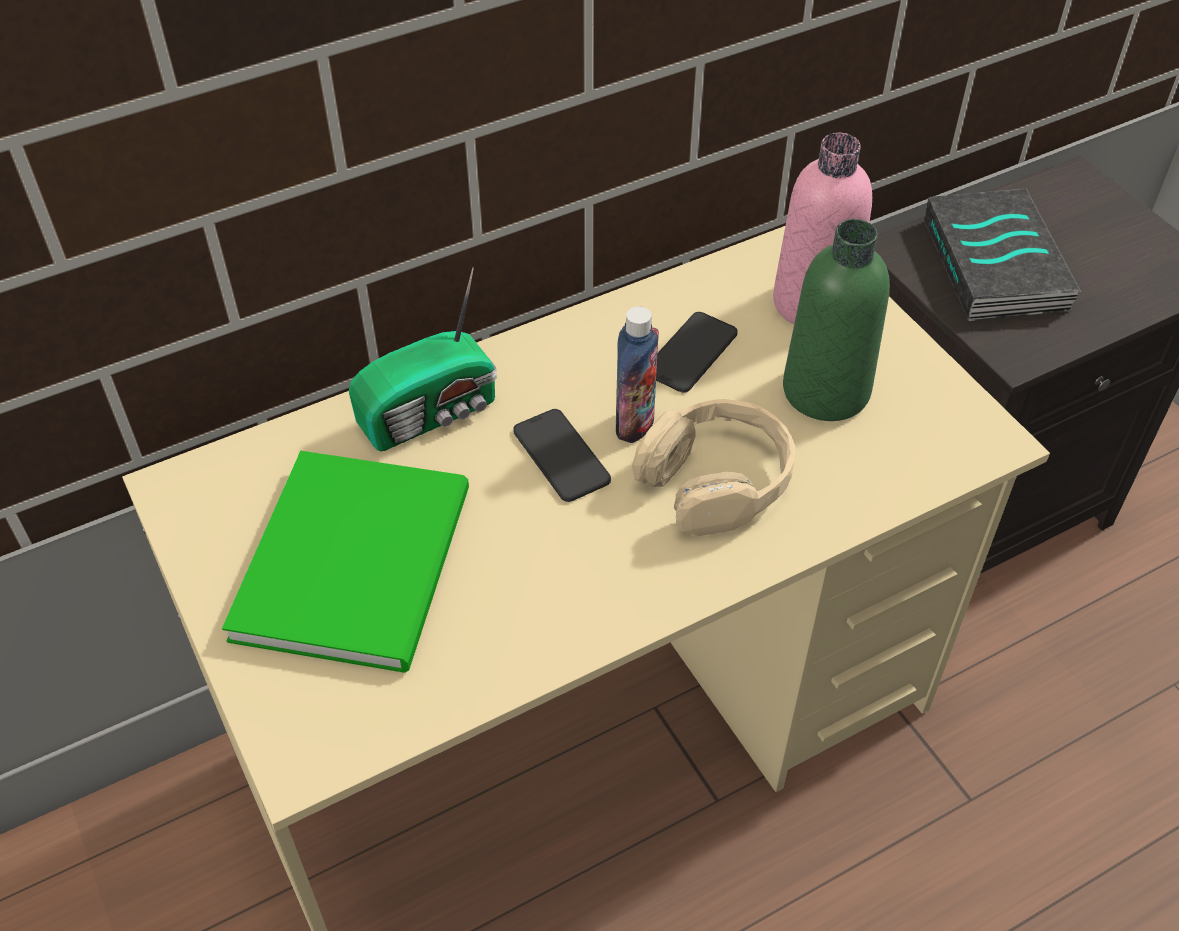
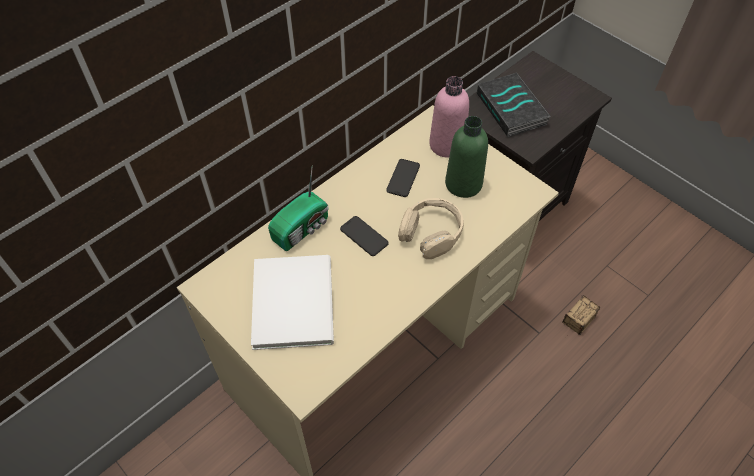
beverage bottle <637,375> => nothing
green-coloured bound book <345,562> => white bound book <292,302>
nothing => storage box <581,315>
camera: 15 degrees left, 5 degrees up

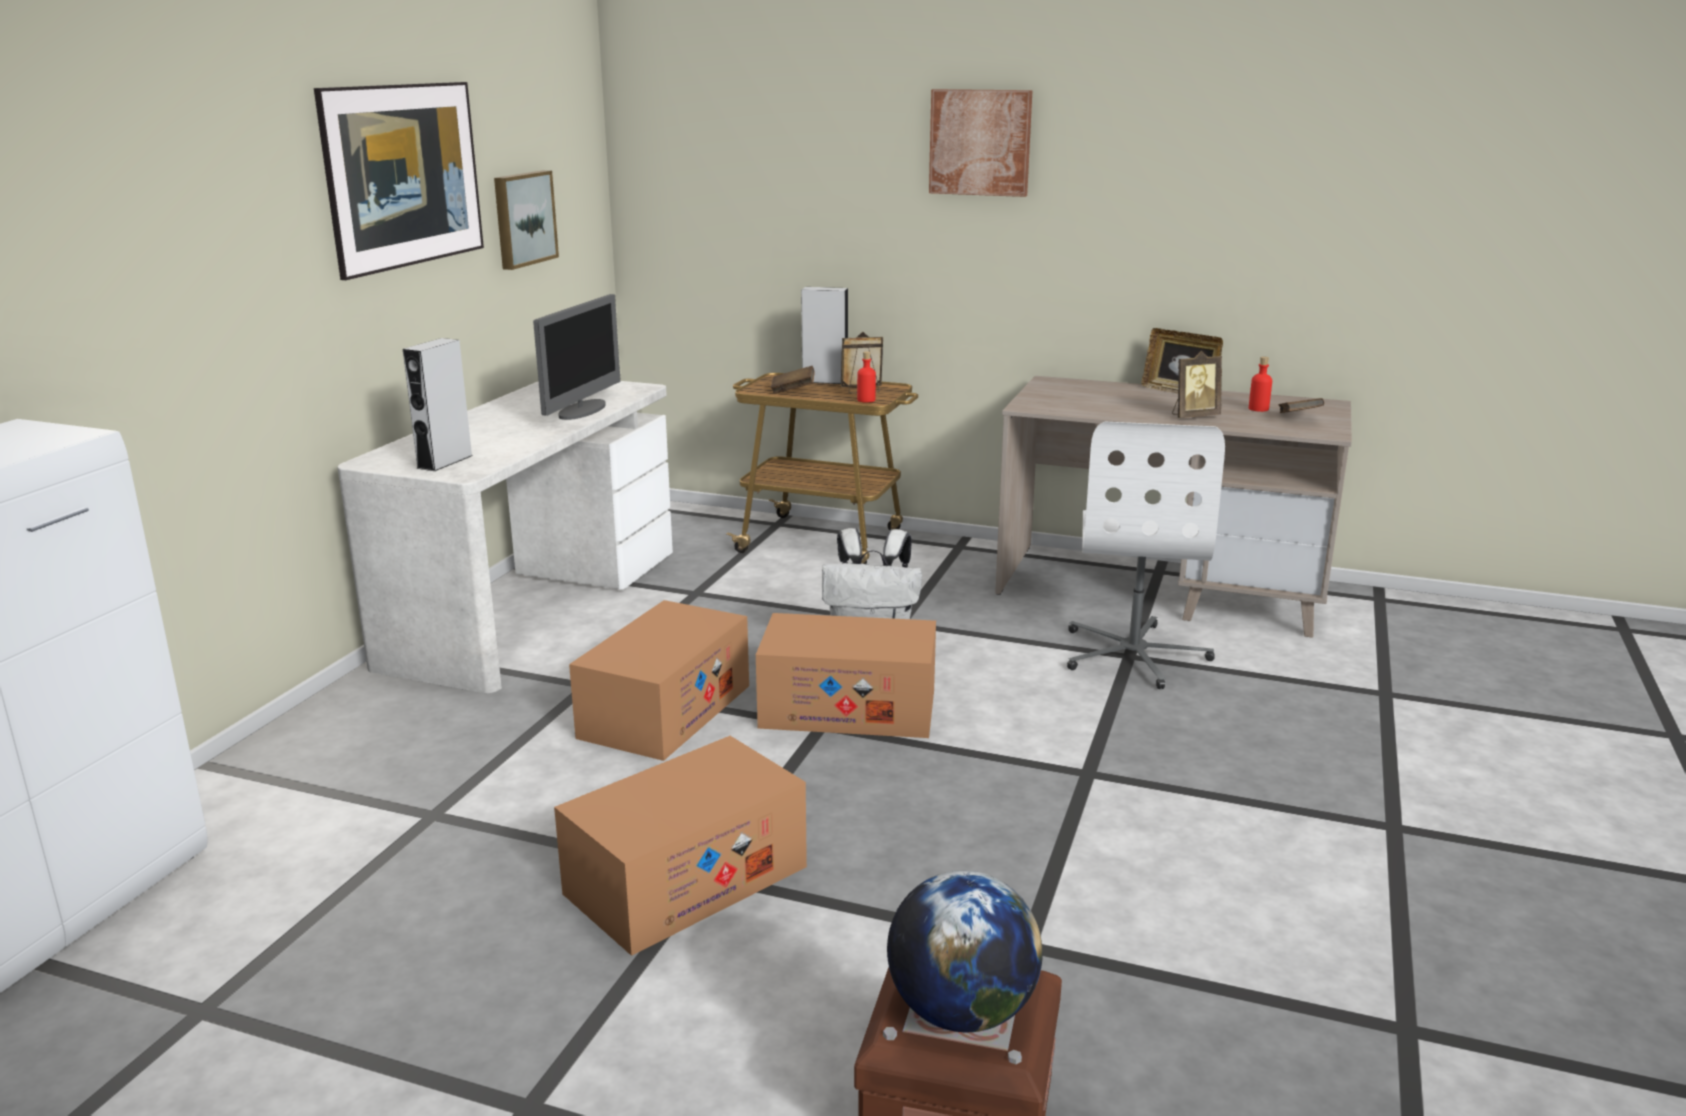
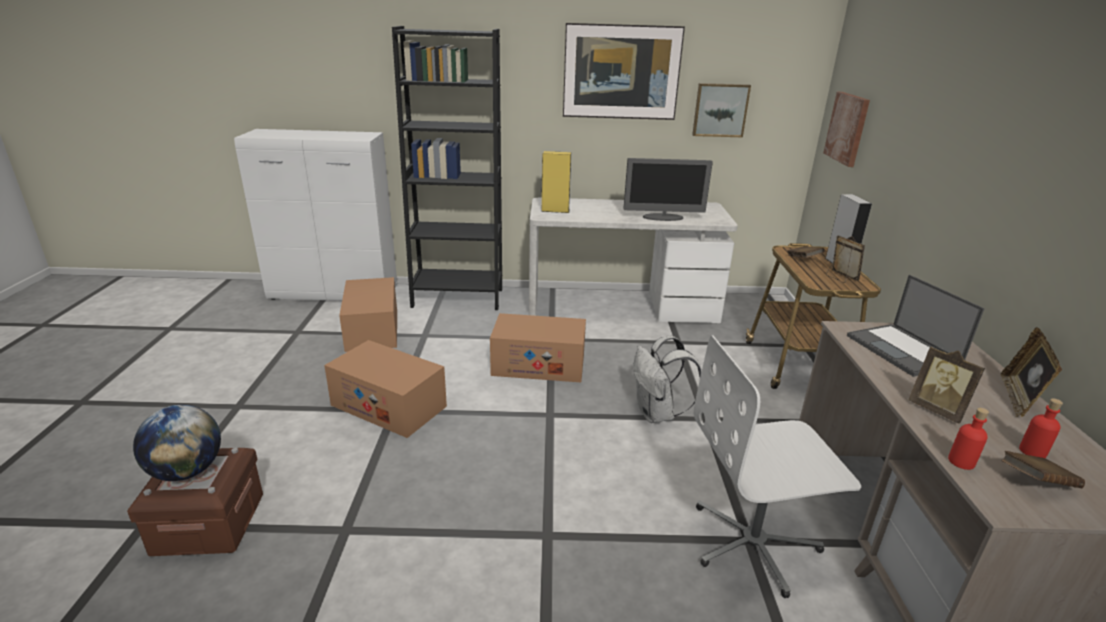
wall picture <981,143> => wall picture <846,129>, moved
gray audio speaker <437,404> => yellow-coloured audio speaker <556,182>
red beverage bottle <866,377> => red beverage bottle <968,439>, moved
carton <846,675> => carton <368,314>, moved
nothing => black bookshelf <447,168>
nothing => laptop <916,326>
camera: 70 degrees right, 5 degrees up

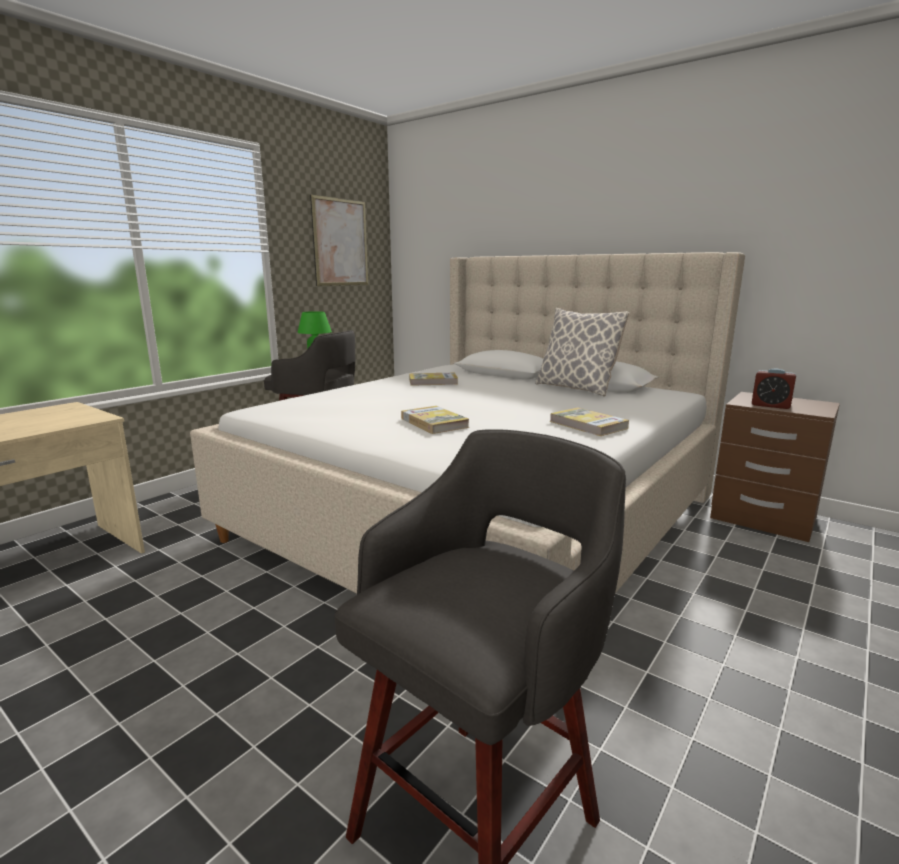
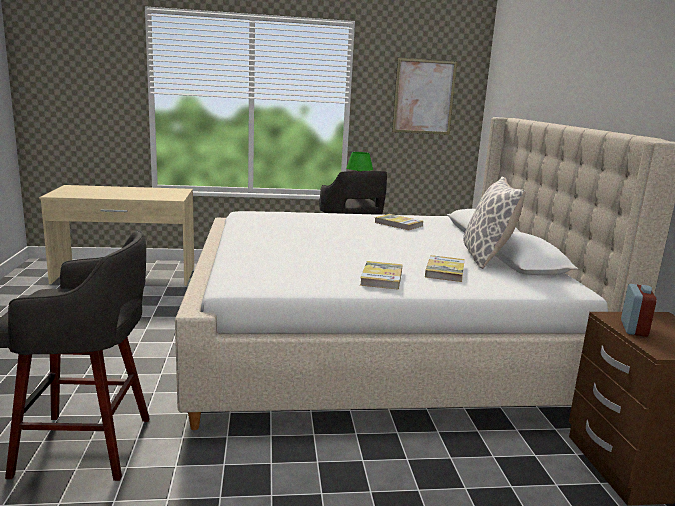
bedside clock <774,389> => bedside clock <639,310>, 150 degrees counterclockwise
bound book <435,420> => bound book <445,268>, moved
camera: 45 degrees right, 0 degrees up

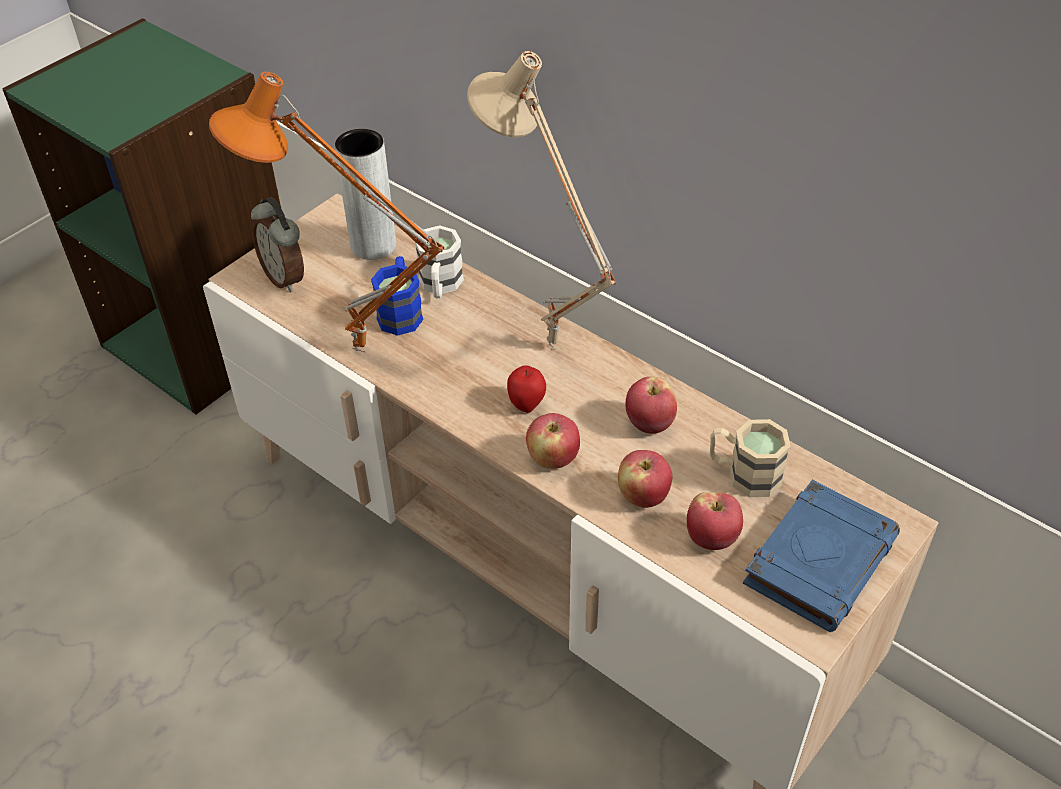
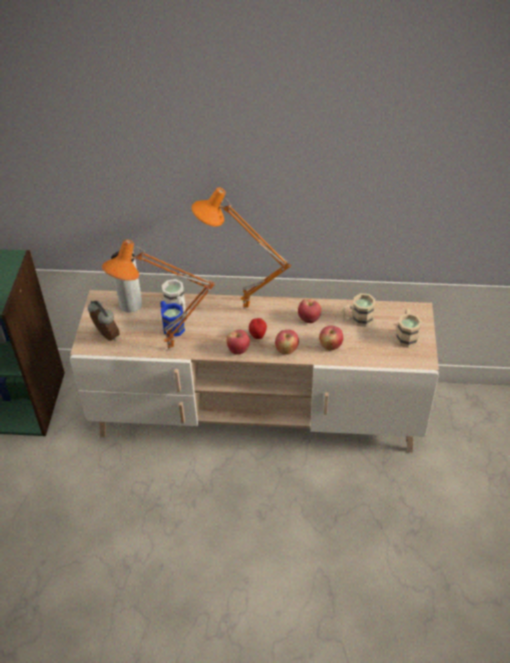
sand-coloured table lamp <541,200> => orange table lamp <241,248>
bedside clock <277,245> => bedside clock <104,321>, 150 degrees counterclockwise
bluish bound book <821,556> => sand-coloured mug <409,328>
apple <715,521> => apple <238,341>, moved
camera: 35 degrees left, 0 degrees up

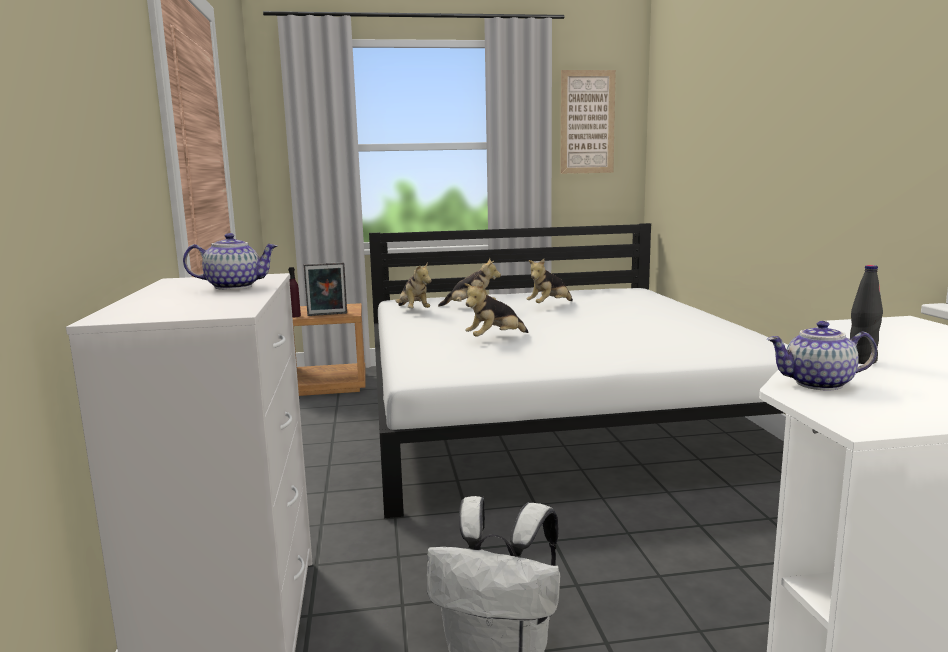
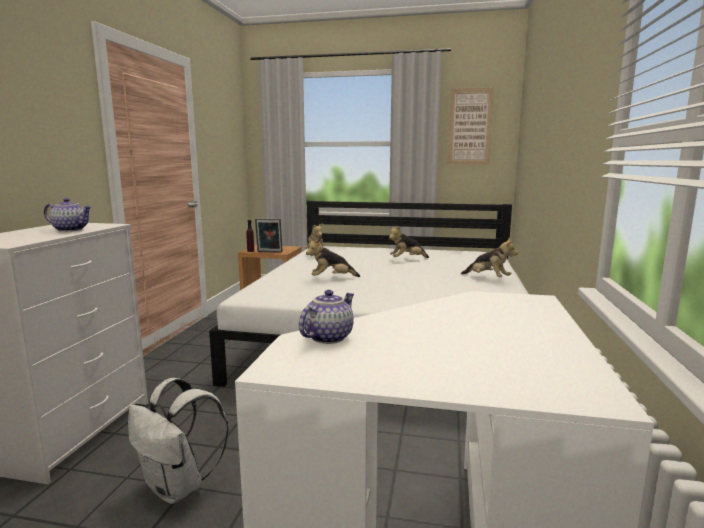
plush toy <469,282> => plush toy <489,257>, moved
black beverage bottle <866,314> => nothing
tea pot <822,355> => tea pot <326,317>, 105 degrees clockwise
camera: 20 degrees right, 0 degrees up

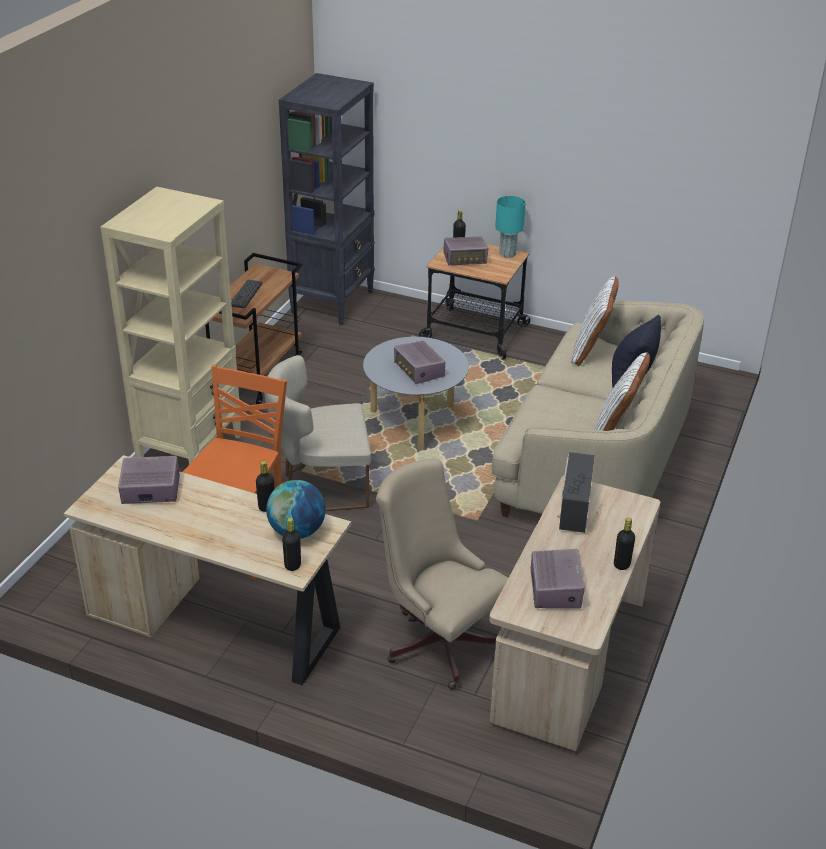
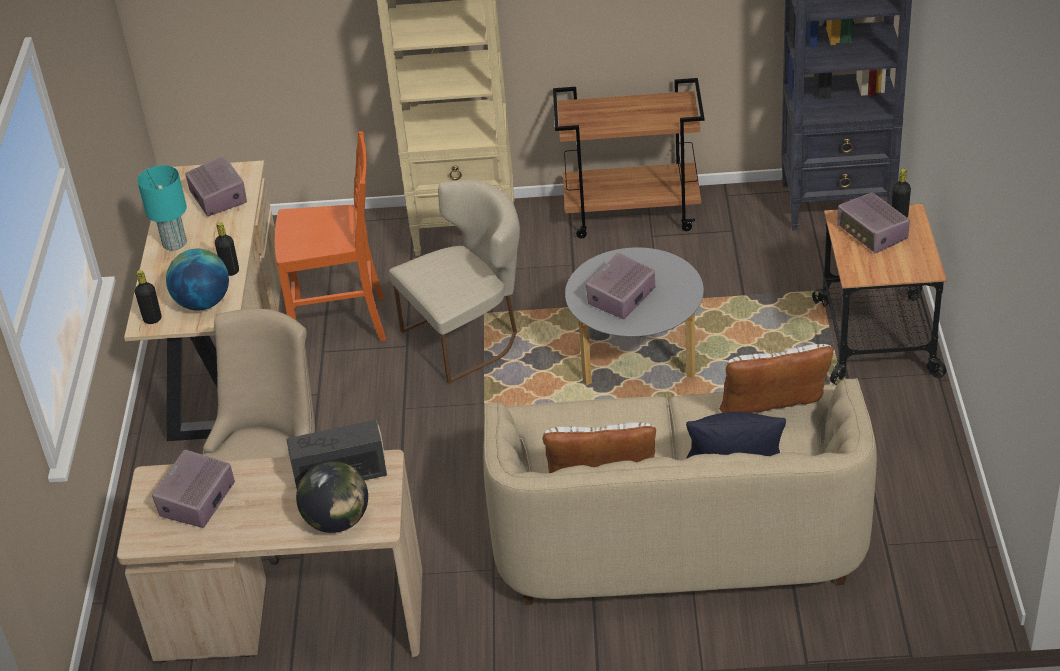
turquoise-coloured table lamp <510,226> => turquoise-coloured table lamp <162,208>, moved
computer keyboard <246,294> => nothing
sand-coloured chair <317,433> => sand-coloured chair <454,281>, 90 degrees clockwise
black beverage bottle <624,543> => nothing
radio set <557,579> => radio set <193,489>, 135 degrees clockwise
nothing => desk globe <332,497>
camera: 70 degrees right, 5 degrees up

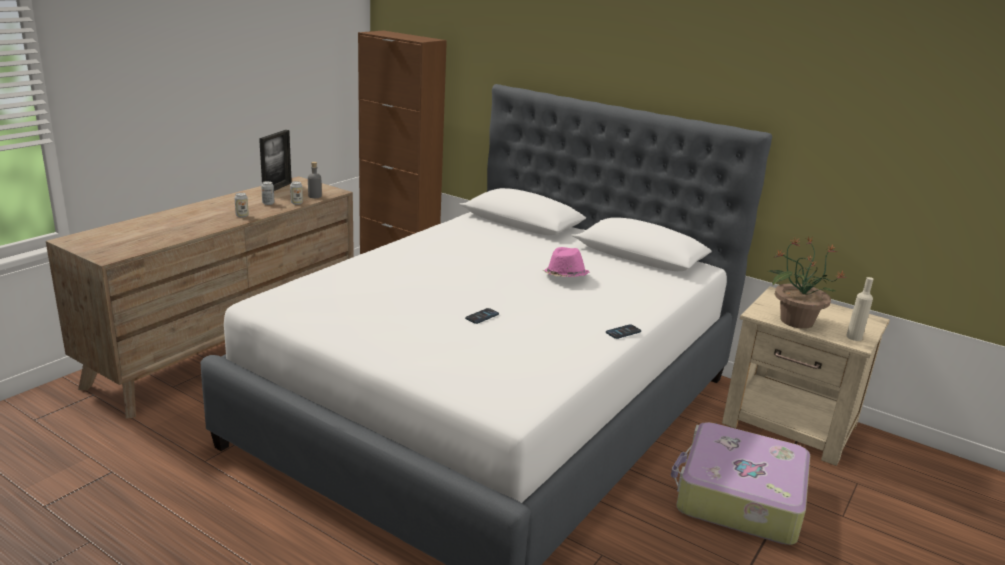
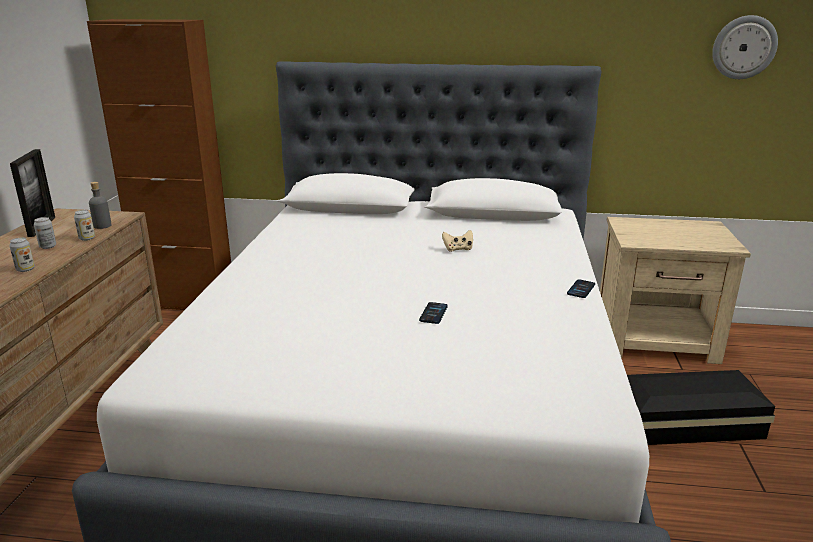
potted plant <807,283> => nothing
pink hat <566,262> => sand-coloured gamepad <457,241>
sand-coloured beverage bottle <859,309> => nothing
suitcase <740,483> => black storage box <701,407>
nothing => wall clock <745,47>
camera: 25 degrees left, 0 degrees up

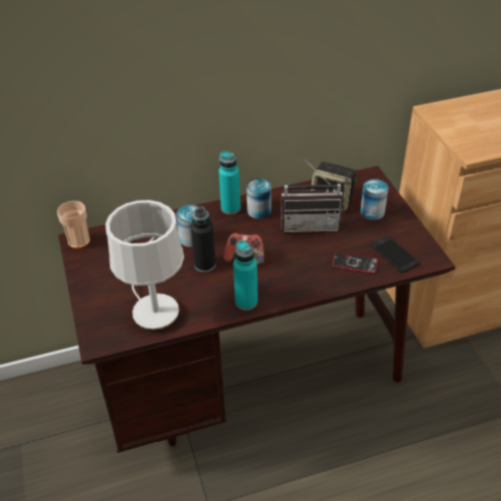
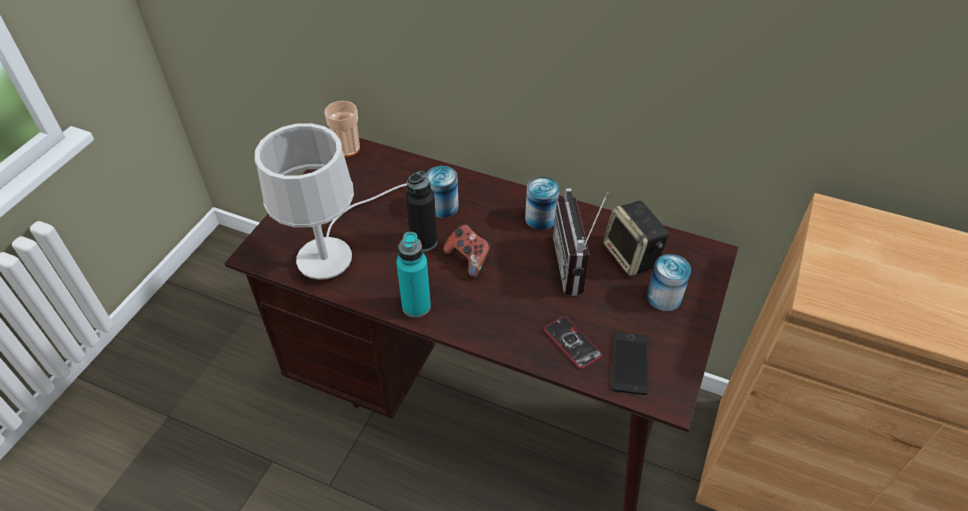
turquoise-coloured beverage bottle <230,183> => nothing
radio set <312,195> => radio set <580,242>, 45 degrees clockwise
camera: 40 degrees right, 5 degrees up

